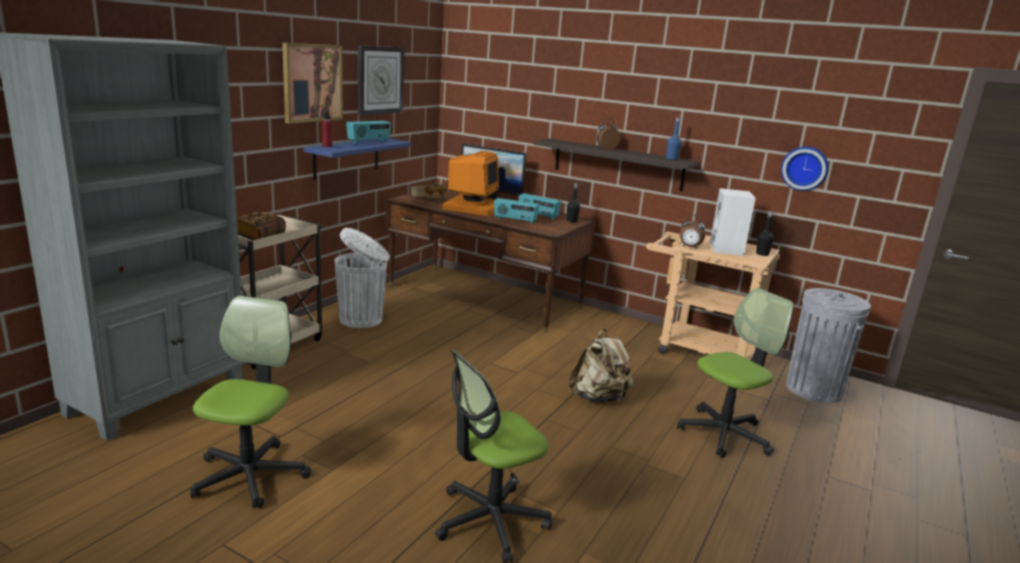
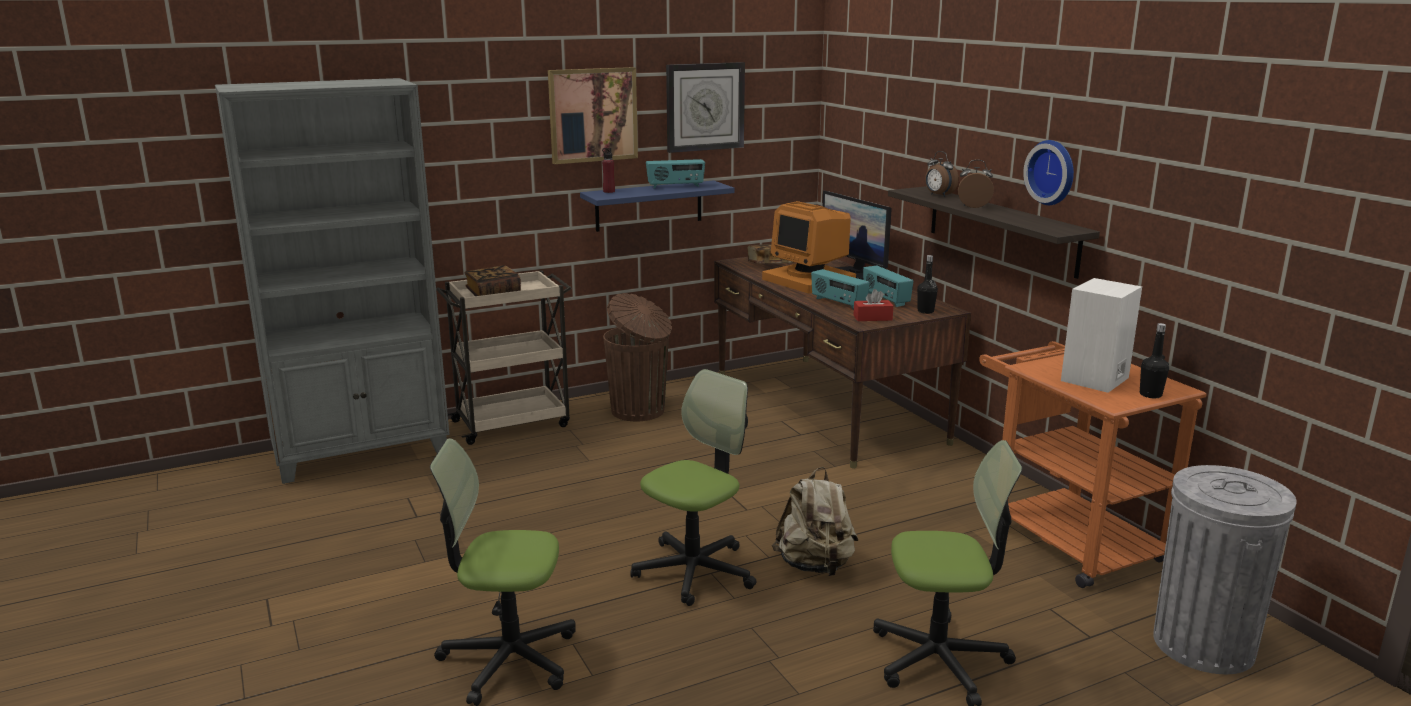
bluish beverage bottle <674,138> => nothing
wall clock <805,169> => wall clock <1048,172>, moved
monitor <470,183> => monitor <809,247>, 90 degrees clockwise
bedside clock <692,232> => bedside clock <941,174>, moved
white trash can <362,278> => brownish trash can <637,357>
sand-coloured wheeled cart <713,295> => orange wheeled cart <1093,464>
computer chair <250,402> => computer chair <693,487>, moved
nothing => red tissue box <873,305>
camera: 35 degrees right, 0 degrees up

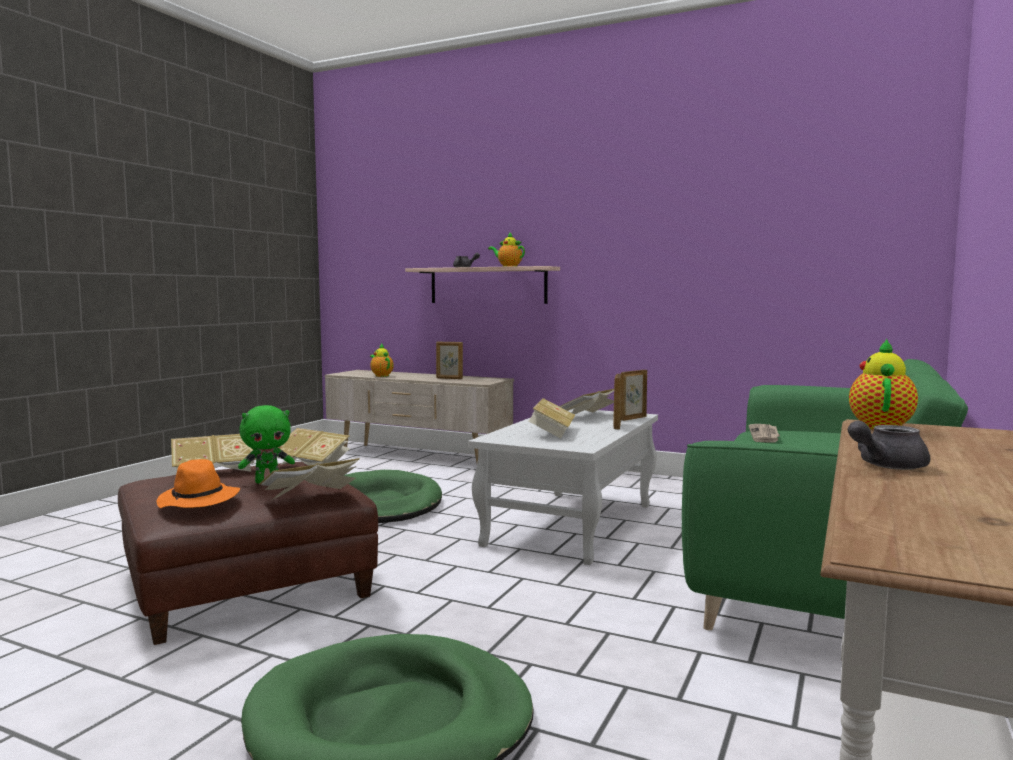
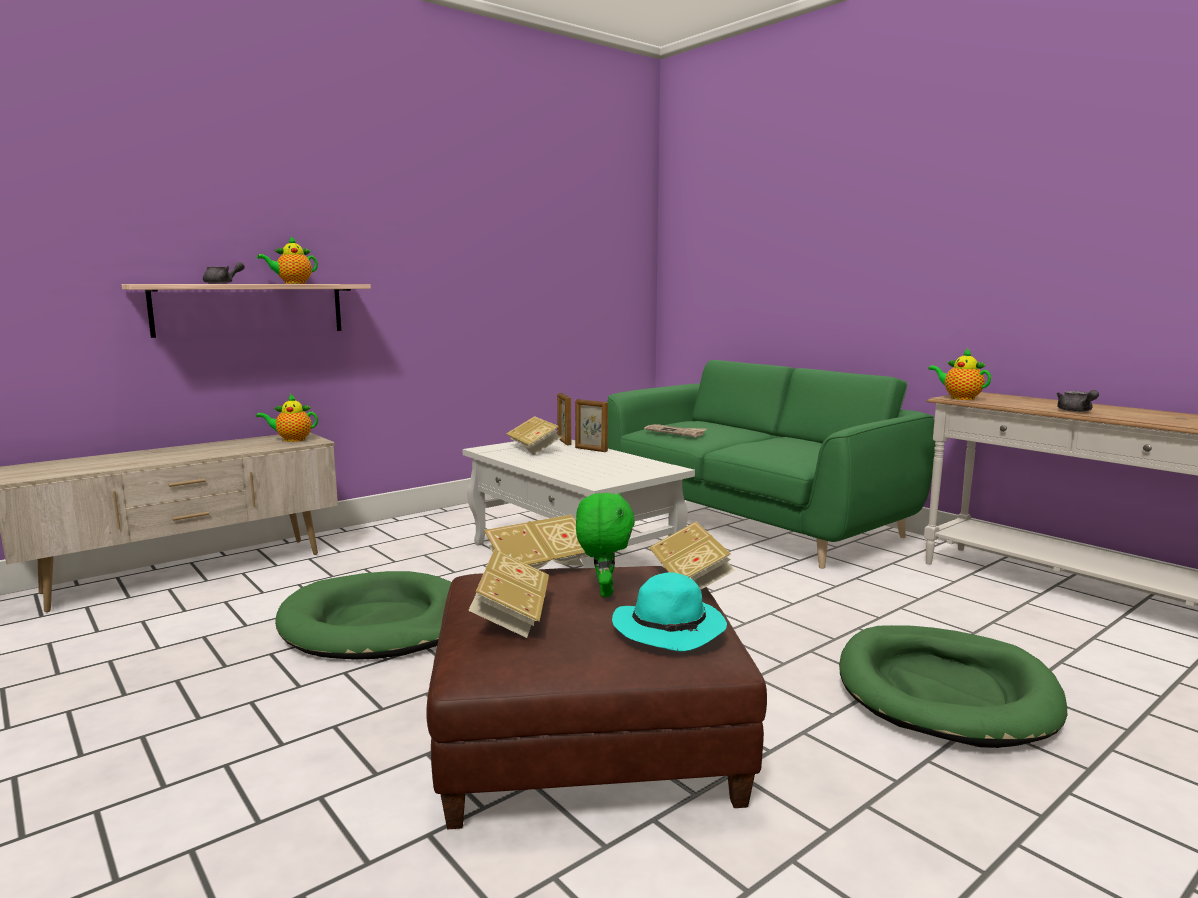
standing frame <449,360> => nothing
tea pot <382,360> => tea pot <287,418>, moved
bound book <552,418> => nothing
orange hat <198,483> => turquoise-coloured hat <669,612>
camera: 65 degrees left, 5 degrees up

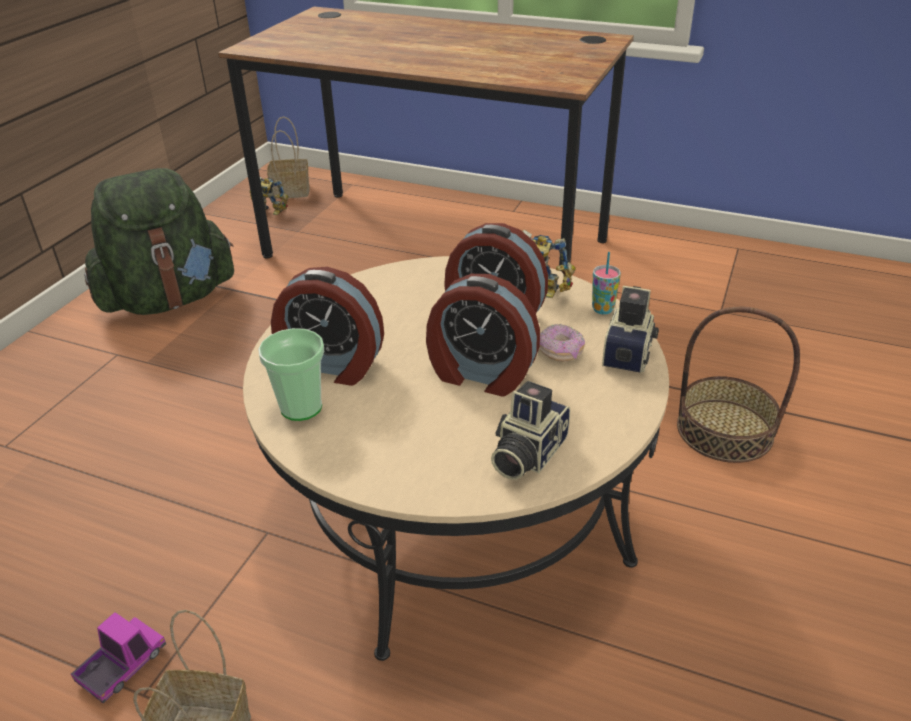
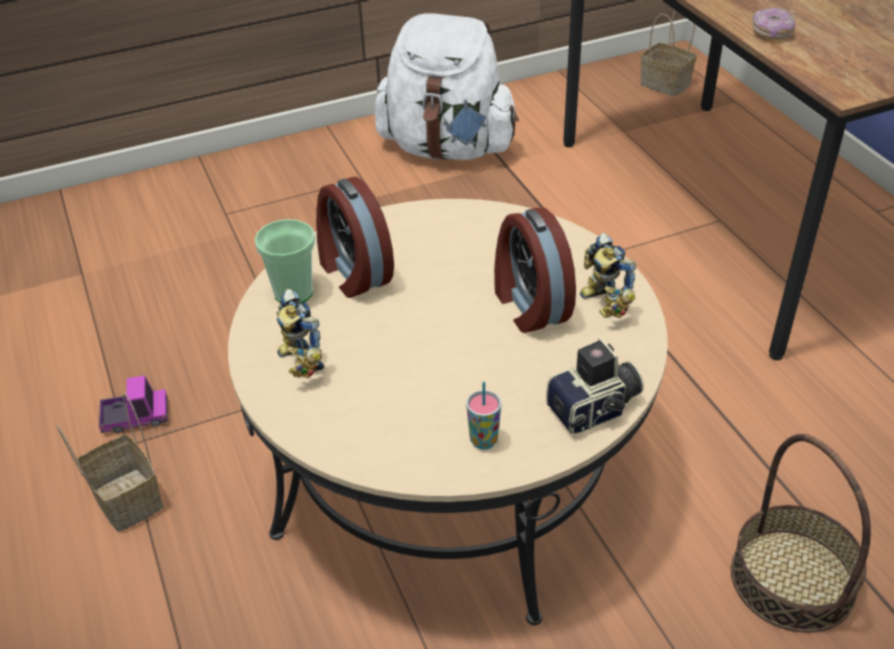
green-coloured knapsack <159,241> => white knapsack <447,86>
model robot <269,196> => model robot <300,333>, moved
cup <606,283> => cup <483,416>, moved
bedside clock <483,335> => nothing
donut <562,343> => donut <774,23>, moved
still camera <530,430> => nothing
camera: 45 degrees right, 5 degrees up

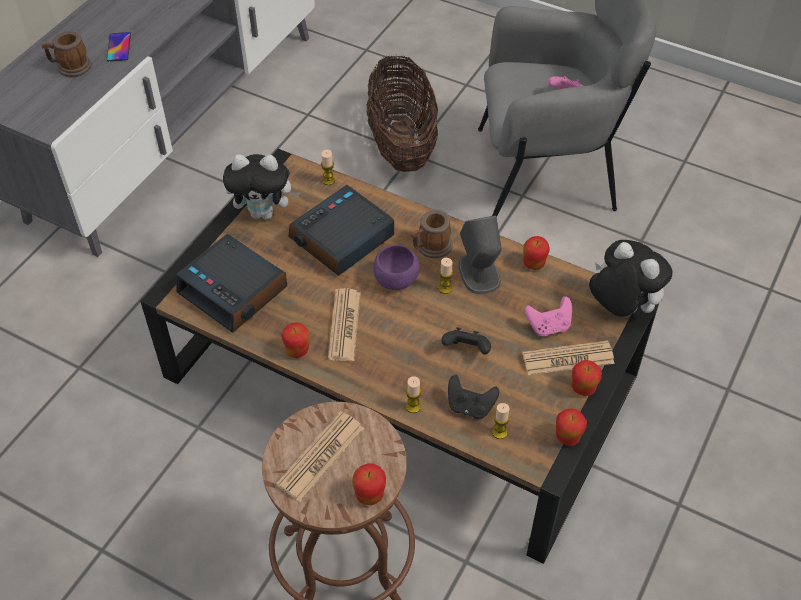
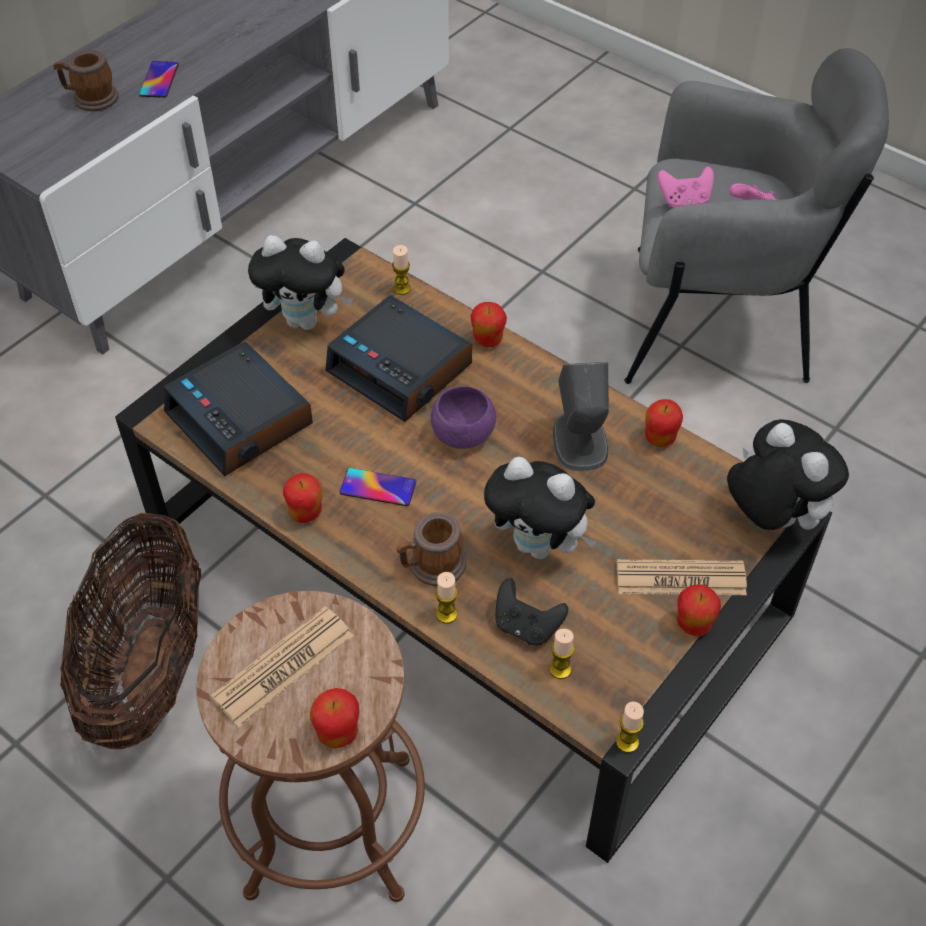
storage basket <402,113> => storage basket <130,631>, moved
bedside clock <341,230> => bedside clock <398,358>, 105 degrees counterclockwise
mug <432,234> => mug <431,549>, moved
candle <445,276> => candle <630,727>, moved
printed paper <344,324> => telephone <378,487>
pink gamepad <548,316> => pink gamepad <685,187>, moved
black gamepad <466,341> => plush toy <540,508>
apple <571,427> => apple <489,324>, moved
camera: 10 degrees right, 0 degrees up

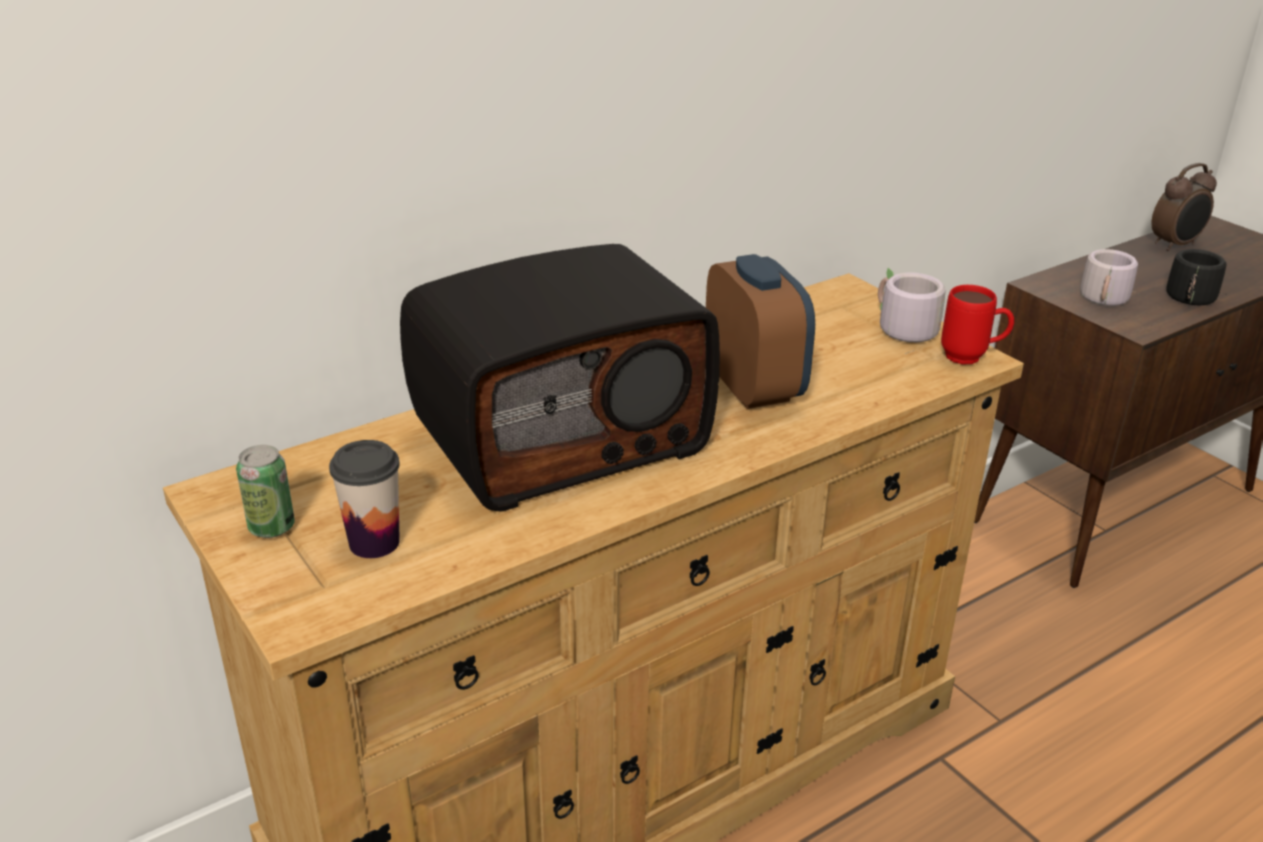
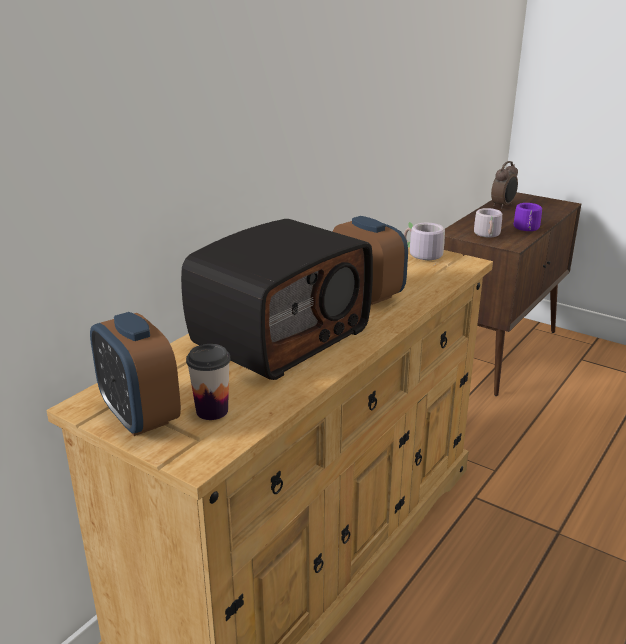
black mug <1196,277> => purple mug <528,217>
red mug <977,325> => nothing
metal can <265,491> => bedside clock <135,374>
camera: 20 degrees left, 5 degrees down

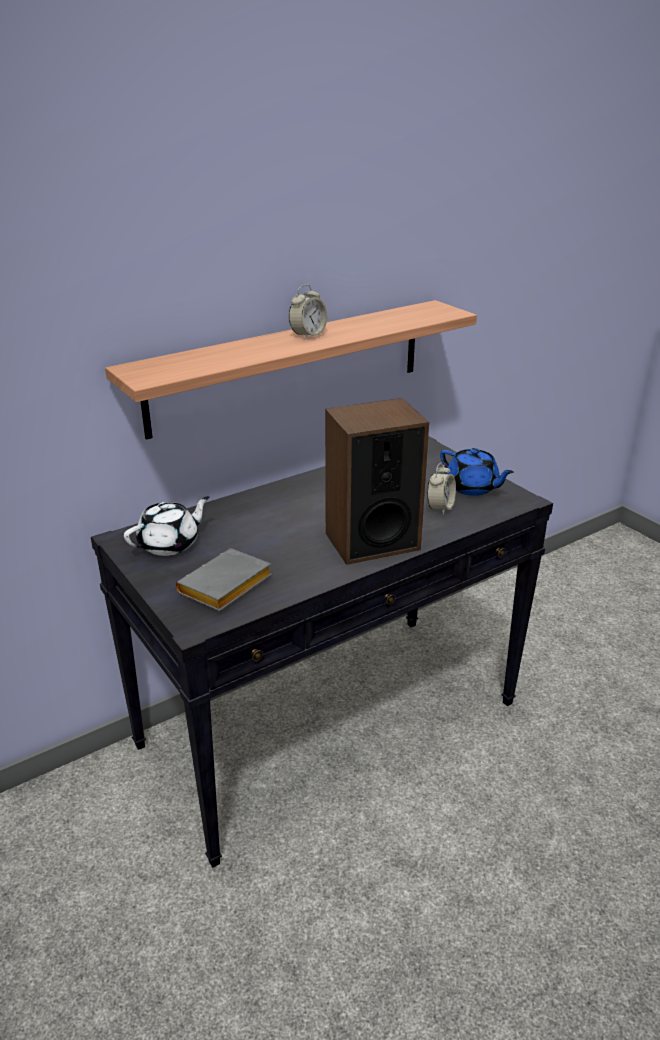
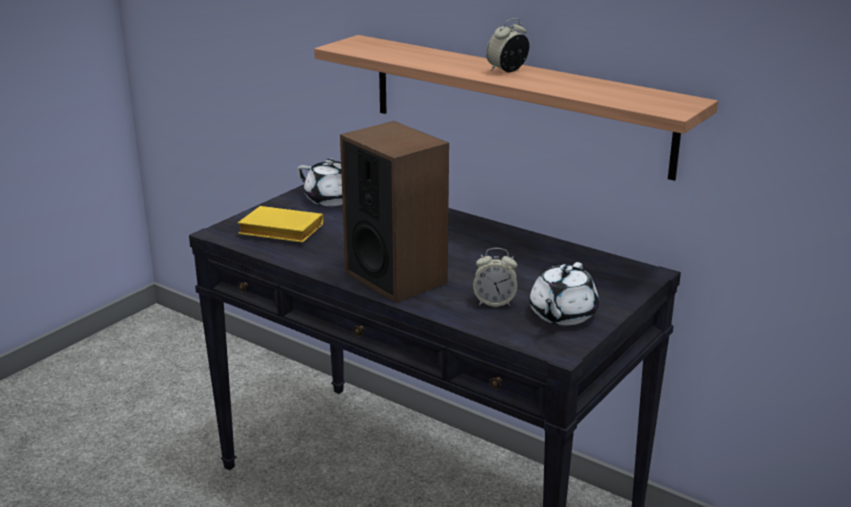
bedside clock <308,312> => bedside clock <507,45>, 120 degrees clockwise
bluish tea pot <477,472> => white tea pot <564,293>
gray bound book <224,579> => yellow-coloured bound book <280,224>
camera: 70 degrees right, 5 degrees down

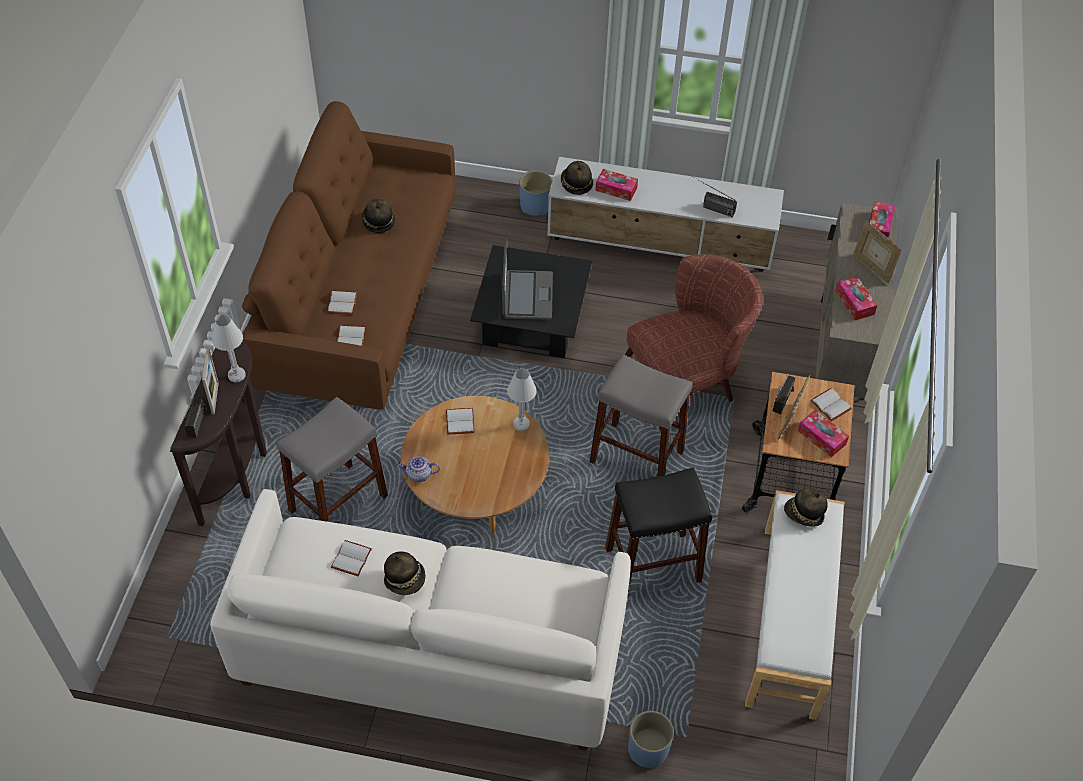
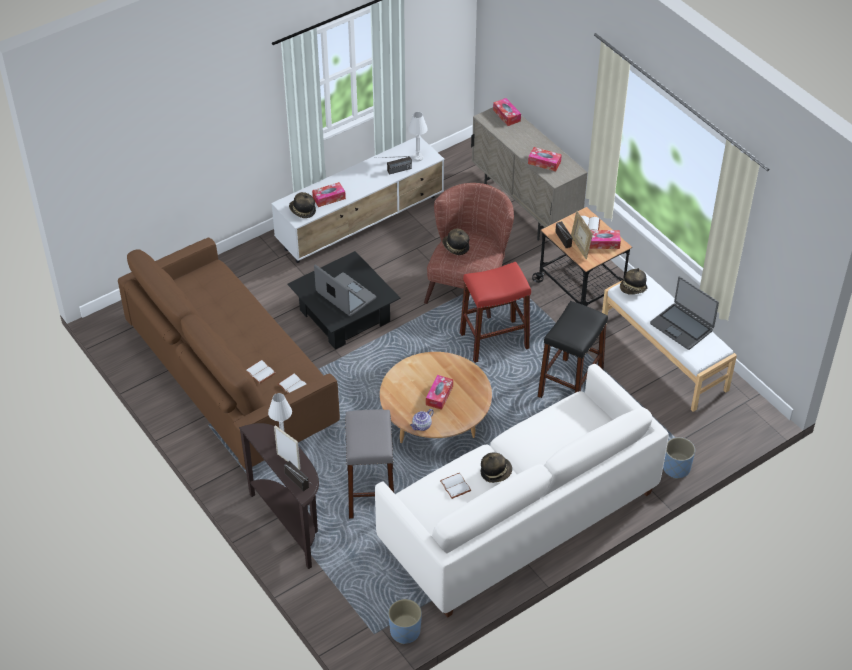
bluish planter <535,193> => bluish planter <405,621>, moved
hat <379,215> => hat <455,242>, moved
standing frame <877,252> => nothing
gray stool seat <641,415> => red stool seat <495,312>
white table lamp <522,399> => white table lamp <418,136>, moved
white bound book <460,421> => nothing
nothing => laptop <684,313>
nothing => tissue box <439,392>
camera: 45 degrees left, 5 degrees down

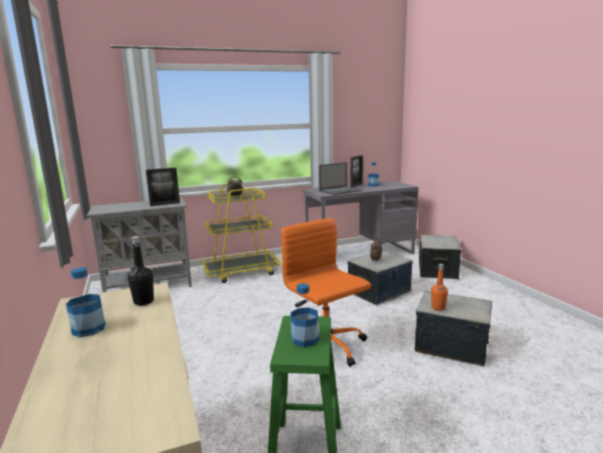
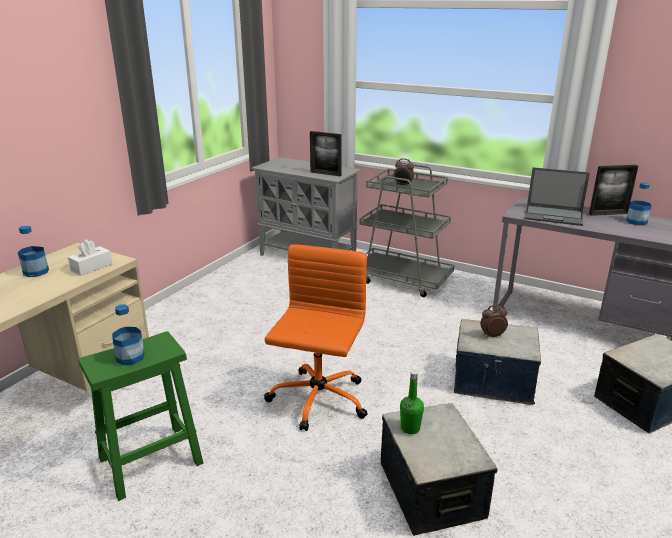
yellow-coloured wheeled cart <241,233> => gray wheeled cart <406,230>
black beverage bottle <141,270> => white tissue box <90,257>
orange beverage bottle <439,287> => green-coloured beverage bottle <412,402>
camera: 50 degrees right, 10 degrees up

